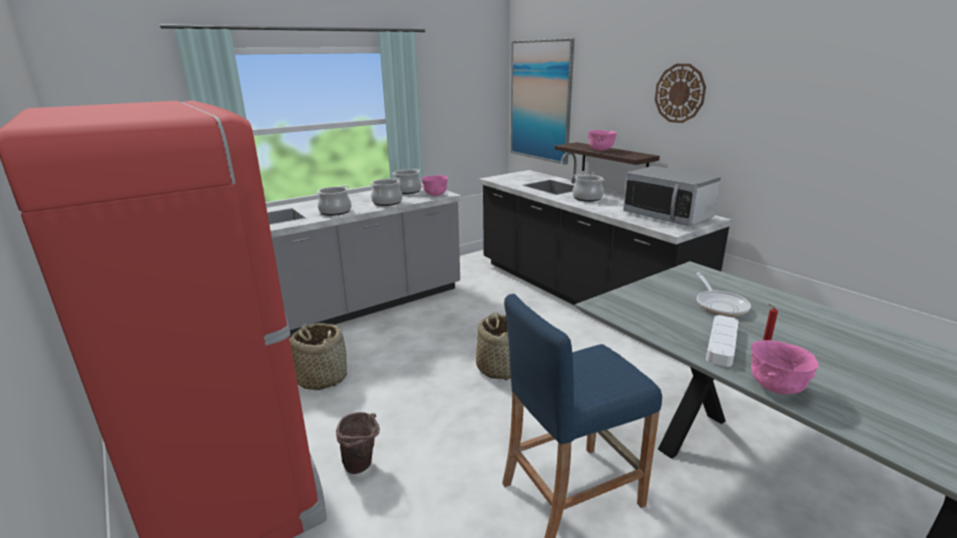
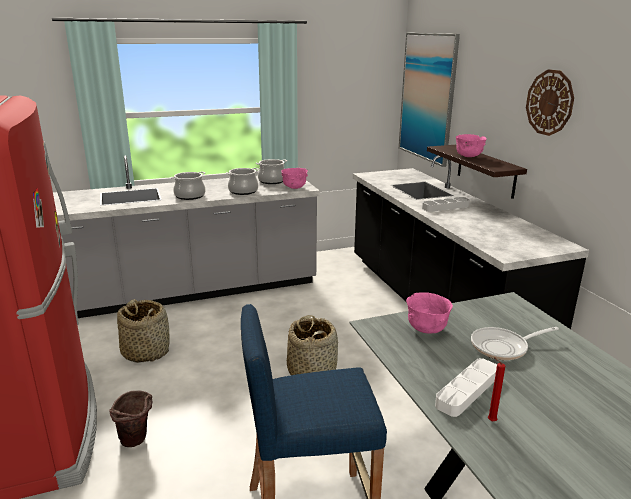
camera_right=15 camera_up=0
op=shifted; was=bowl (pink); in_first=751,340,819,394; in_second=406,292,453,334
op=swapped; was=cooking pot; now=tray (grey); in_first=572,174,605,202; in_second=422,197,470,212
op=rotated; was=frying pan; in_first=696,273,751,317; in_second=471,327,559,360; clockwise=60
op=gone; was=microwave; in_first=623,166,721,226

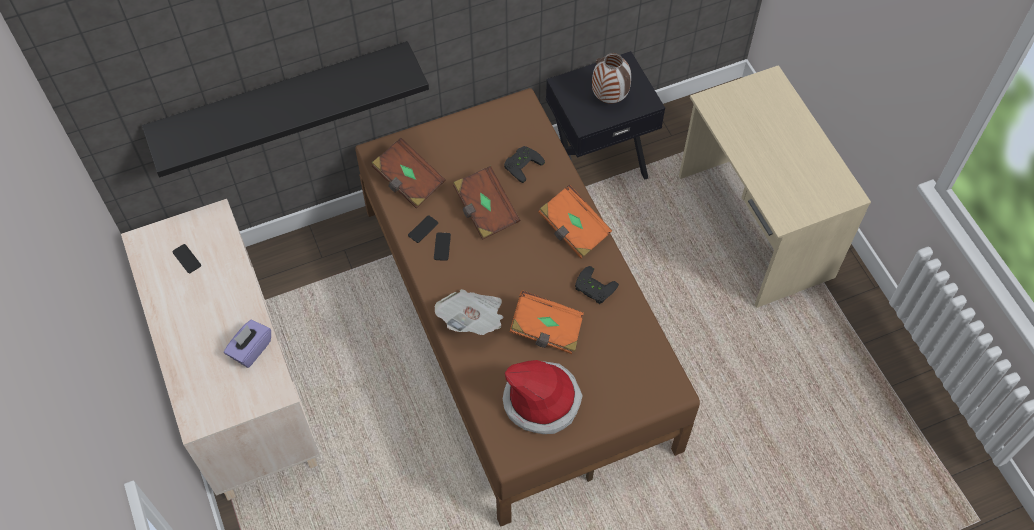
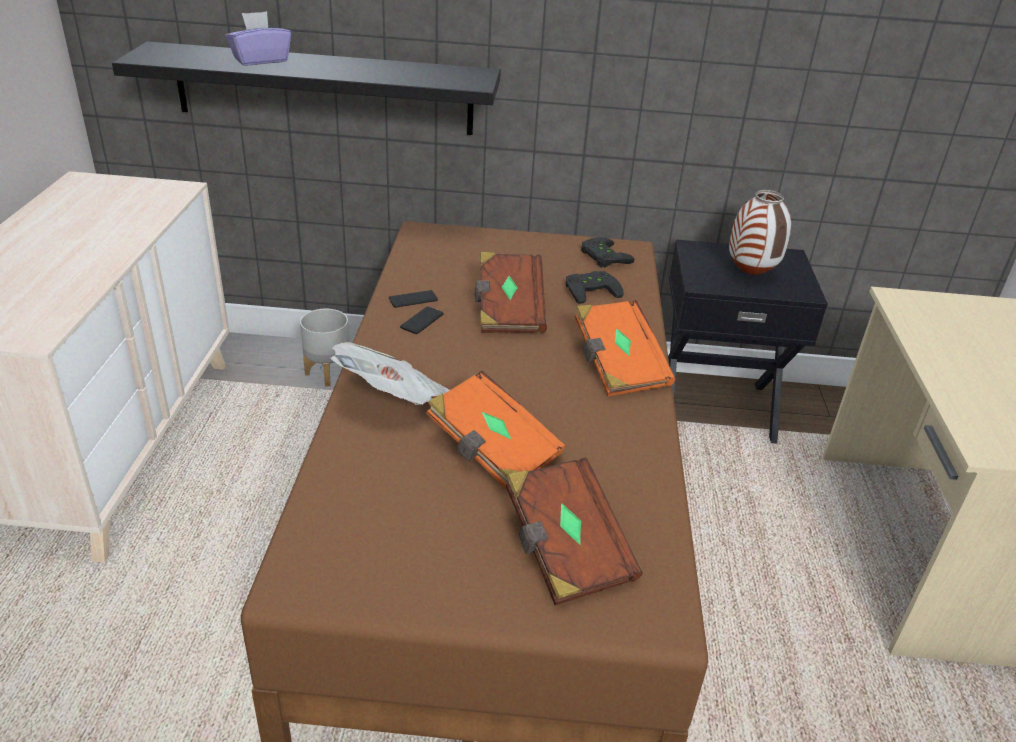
camera_right=25 camera_up=-25
op=shifted; was=tissue box (purple); in_first=224,320,271,368; in_second=226,11,292,65
op=new; now=planter (grey); in_second=300,309,349,387
op=shifted; was=book (brown); in_first=372,137,446,209; in_second=506,457,643,605
op=shifted; was=game controller (black); in_first=575,266,619,304; in_second=581,237,635,268
op=gone; was=phone; in_first=172,244,201,273
op=gone; was=hat; in_first=503,360,583,434

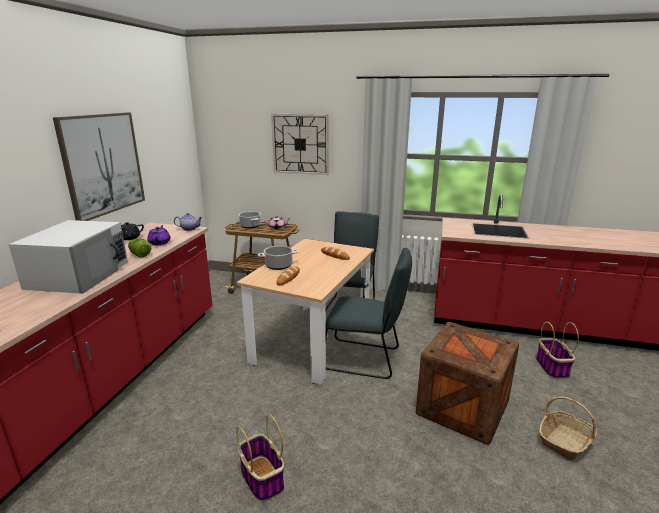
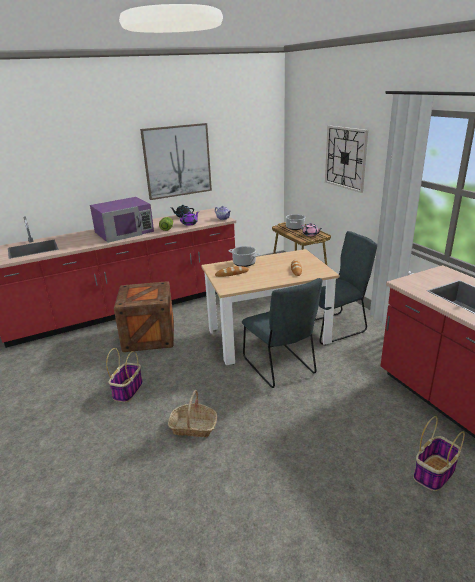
camera_right=50 camera_up=5
op=repainted; was=microwave (white); now=microwave (purple); in_first=8,220,128,294; in_second=90,197,154,243
op=shifted; was=crate; in_first=416,322,519,445; in_second=114,281,174,352
op=shifted; was=basket; in_first=539,396,597,461; in_second=168,390,217,437

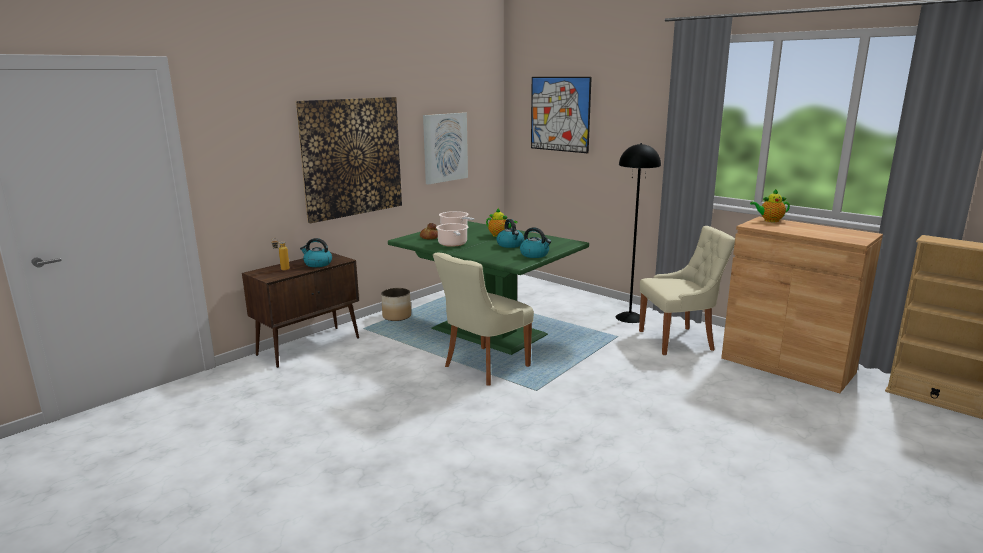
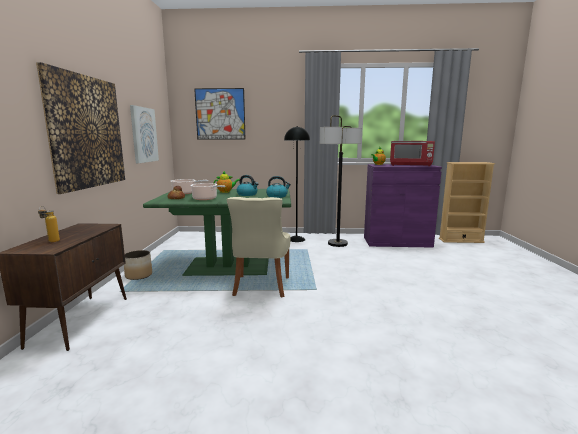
camera_right=-40 camera_up=-5
op=swapped; was=chair (beige); now=floor lamp; in_first=639,226,735,355; in_second=320,115,362,247
op=repainted; was=cabinet (brown); now=cabinet (purple); in_first=721,217,883,393; in_second=364,164,442,248
op=new; now=microwave (red); in_second=390,141,435,166
op=gone; was=kettle; in_first=300,238,332,267

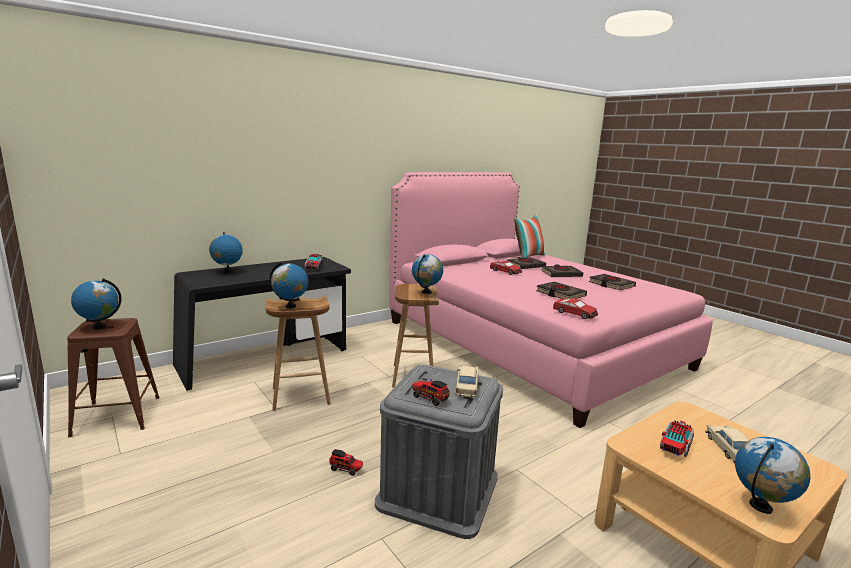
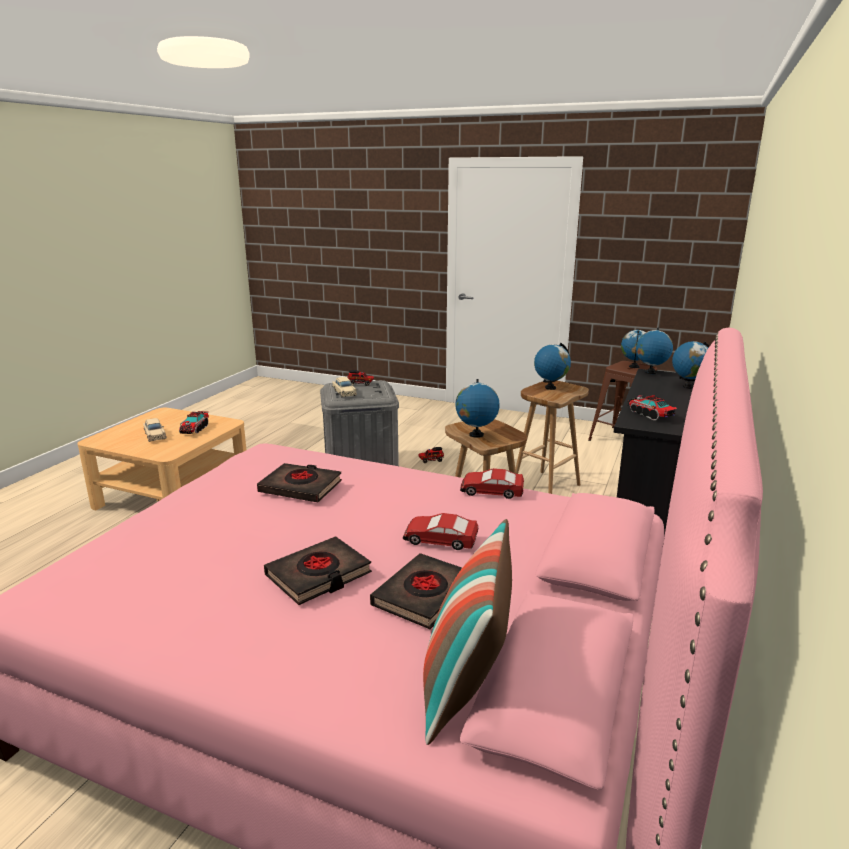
camera_right=150 camera_up=5
op=shifted; was=toy car; in_first=553,298,598,319; in_second=460,468,524,499
op=shifted; was=globe; in_first=735,437,811,514; in_second=636,327,673,374
op=gone; was=book (black); in_first=589,274,636,290

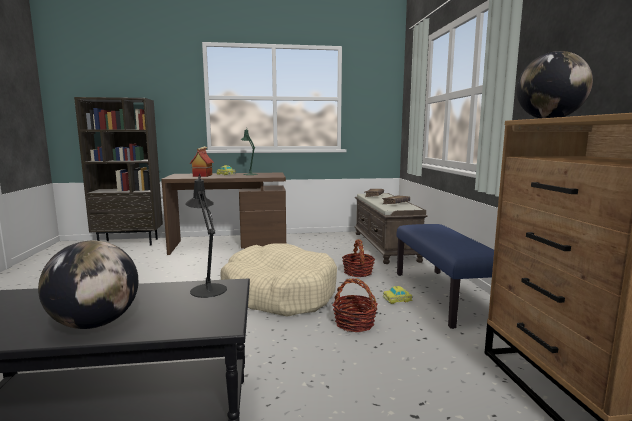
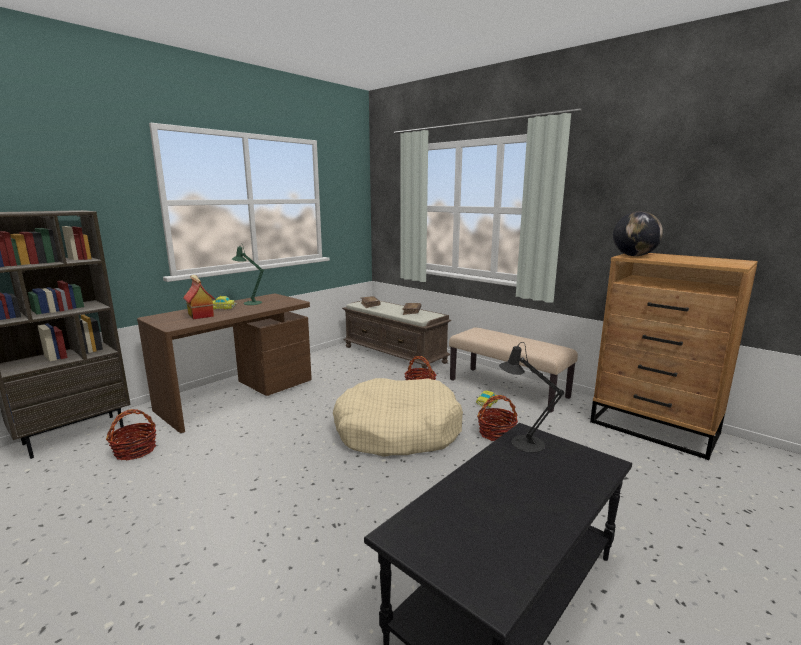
camera_right=-40 camera_up=5
op=new; now=basket; in_second=106,409,157,460
op=repainted; was=bench (blue); now=bench (beige); in_first=397,224,494,329; in_second=449,327,578,413
op=gone; was=globe; in_first=38,241,138,329

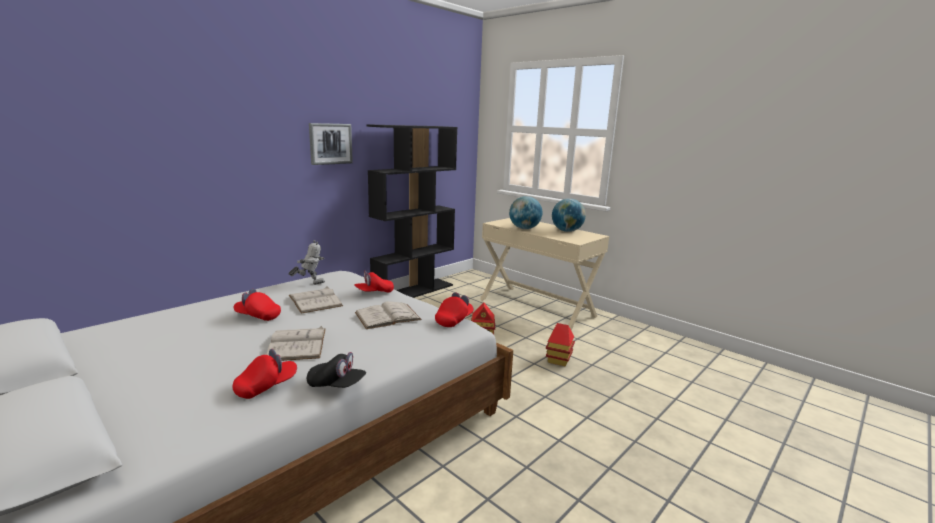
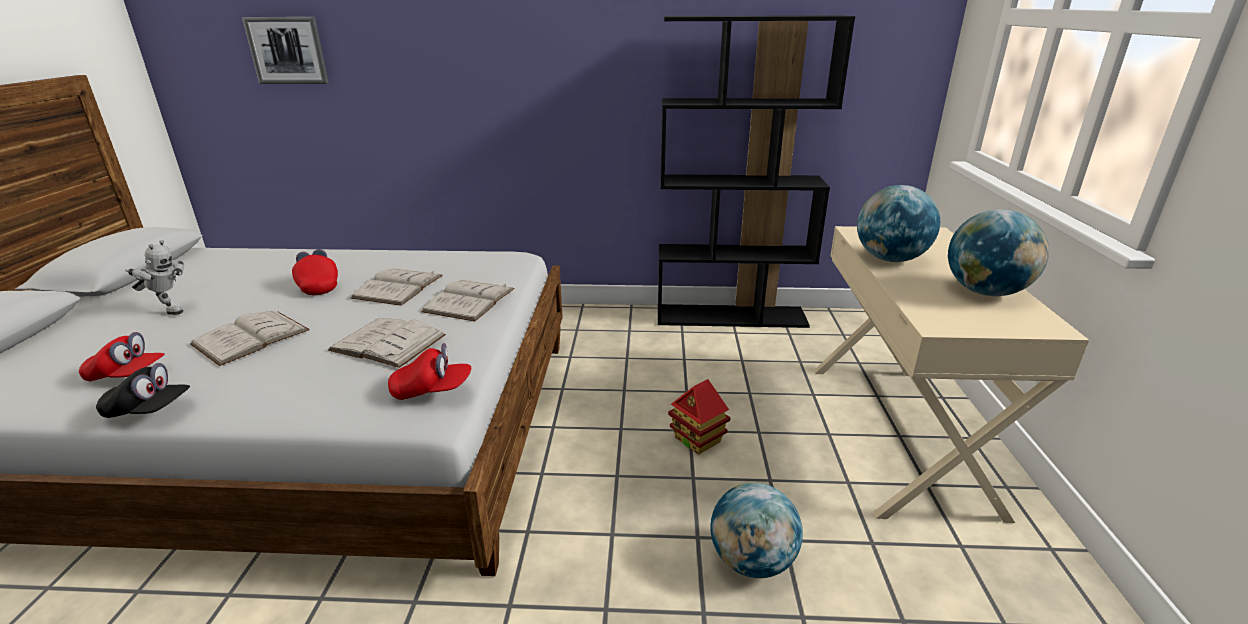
camera_right=50 camera_up=10
op=rotated; was=cap (black); in_first=307,352,366,388; in_second=96,363,190,418; clockwise=-60
op=shifted; was=toy robot; in_first=289,240,325,285; in_second=125,240,184,315
op=shifted; was=picture; in_first=309,123,353,165; in_second=242,17,329,84
op=swapped; was=cap (red); now=book (white); in_first=354,271,394,293; in_second=421,280,515,321
op=swapped; was=toy house; now=globe; in_first=546,323,575,367; in_second=710,483,803,578

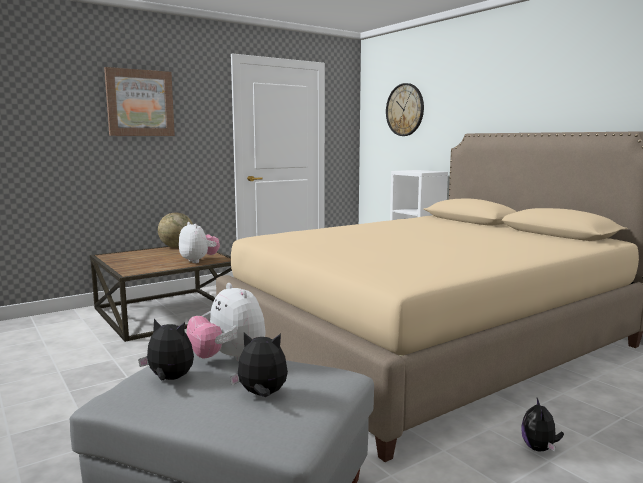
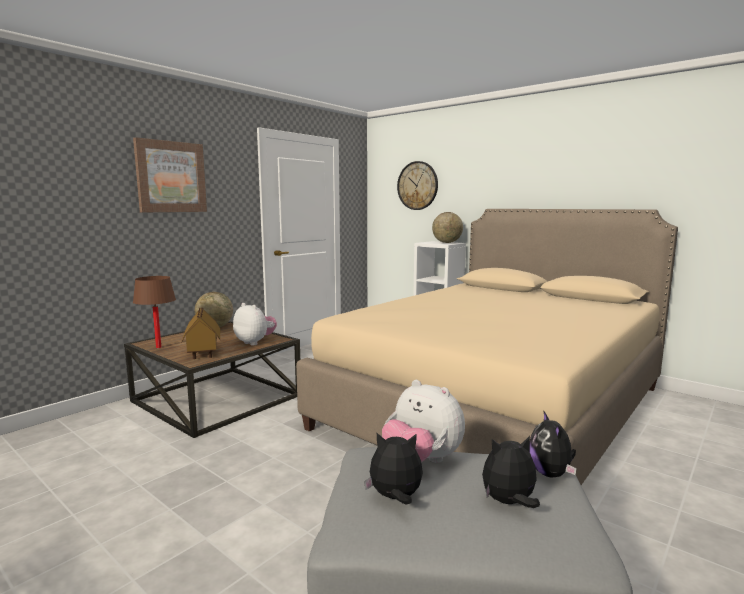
camera_right=-15 camera_up=0
op=new; now=table lamp (brown); in_second=133,276,176,348
op=new; now=toy house; in_second=181,307,220,359
op=new; now=globe; in_second=432,212,463,243
op=shifted; was=plush toy; in_first=521,398,564,451; in_second=530,410,577,477

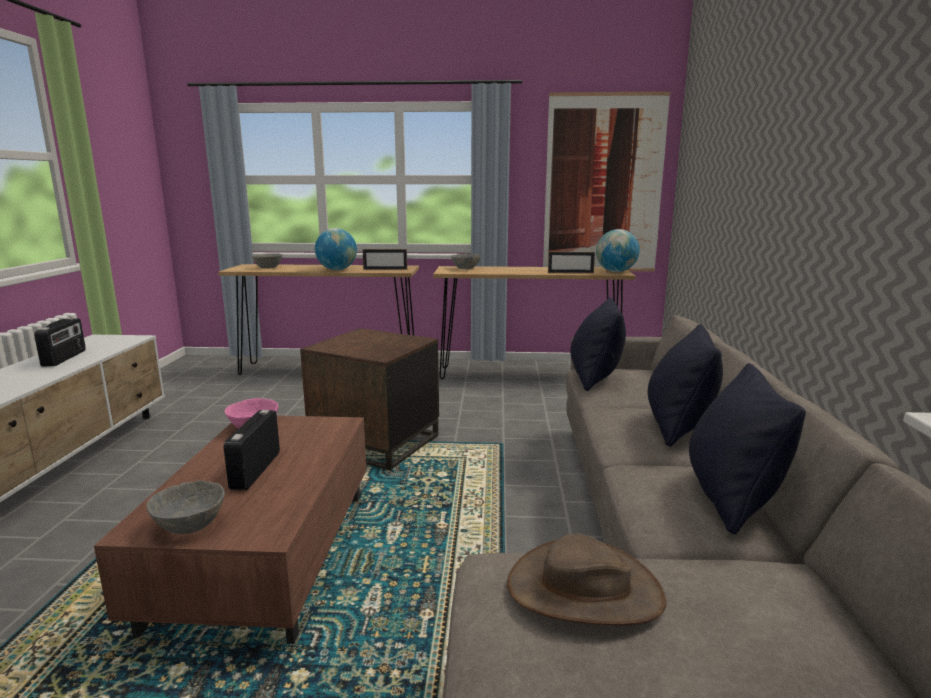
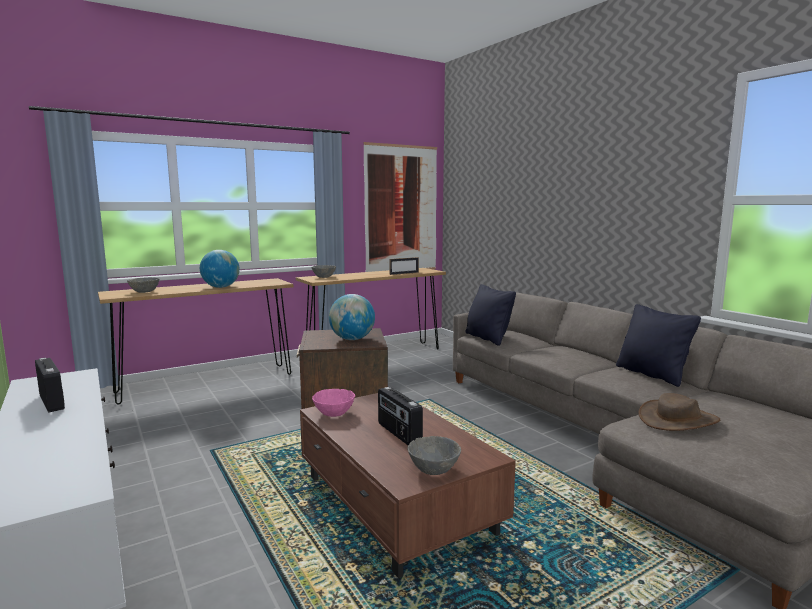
camera_right=-35 camera_up=-5
op=shifted; was=globe; in_first=596,229,640,272; in_second=329,294,375,340
op=gone; was=picture frame; in_first=362,249,407,270
op=gone; was=pillow (black); in_first=648,324,723,447

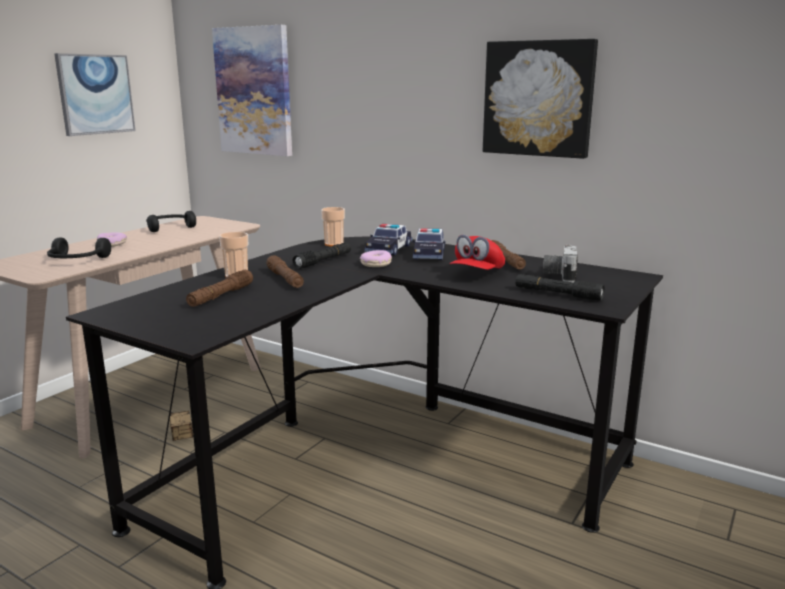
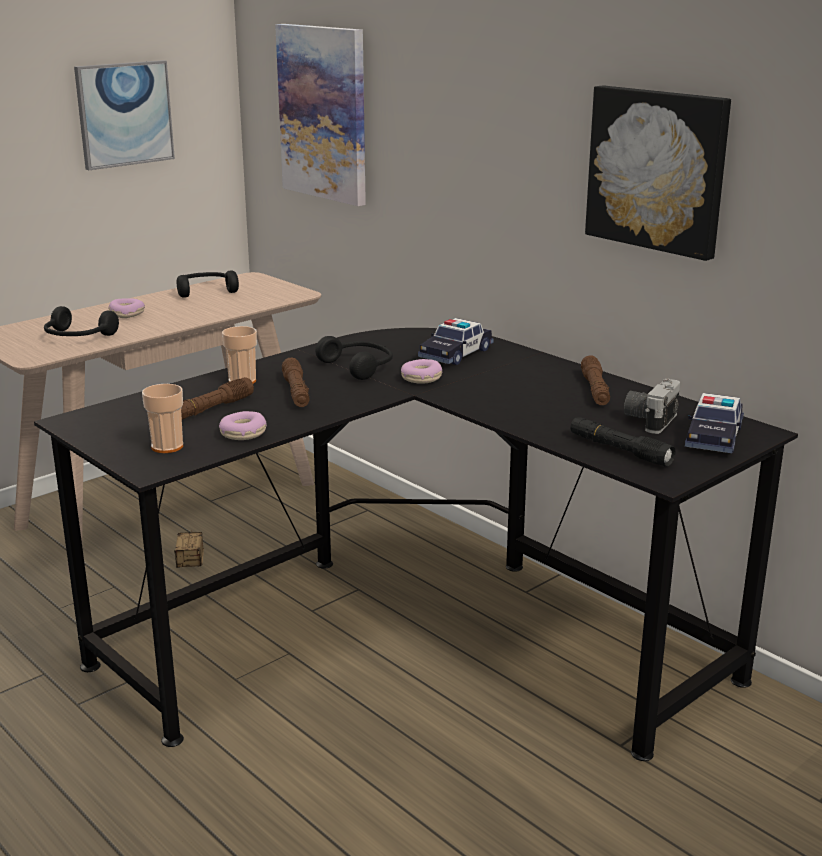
camera_right=15 camera_up=5
op=shifted; was=cup; in_first=321,207,345,247; in_second=142,384,183,453
op=new; now=donut; in_second=219,411,267,440
op=swapped; was=flashlight (black); now=headphones (black); in_first=293,242,351,269; in_second=315,336,393,380
op=shifted; was=toy car; in_first=413,228,446,260; in_second=685,393,744,453
op=gone; was=cap (red); in_first=449,234,505,270

